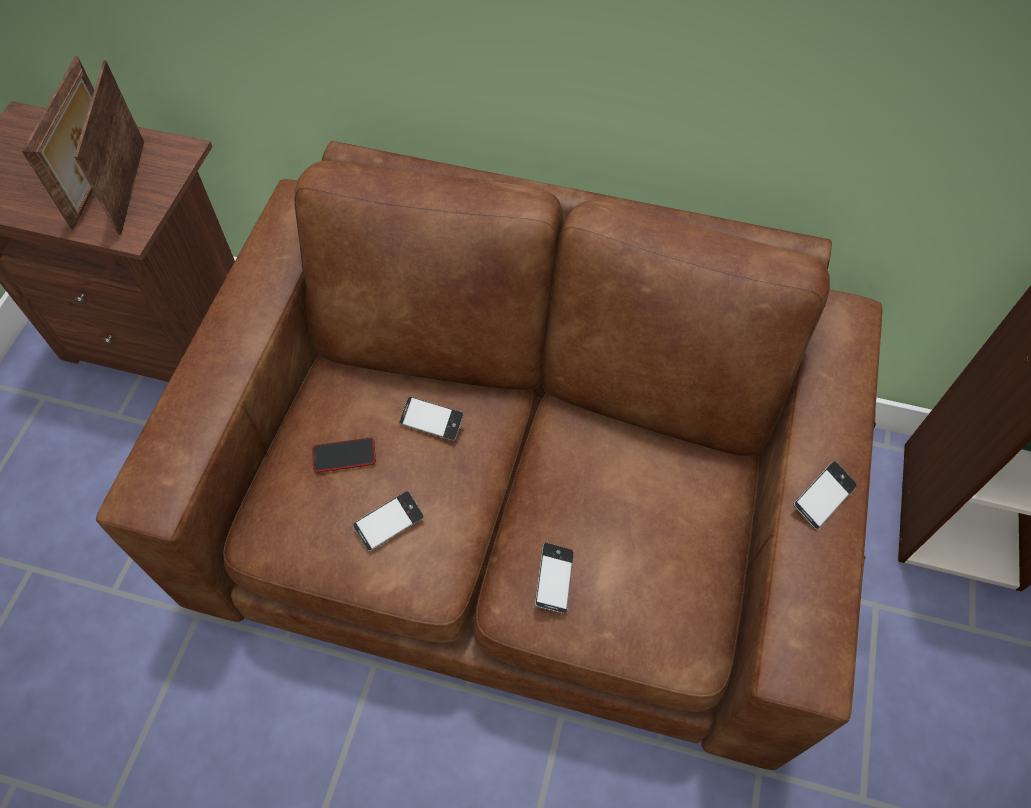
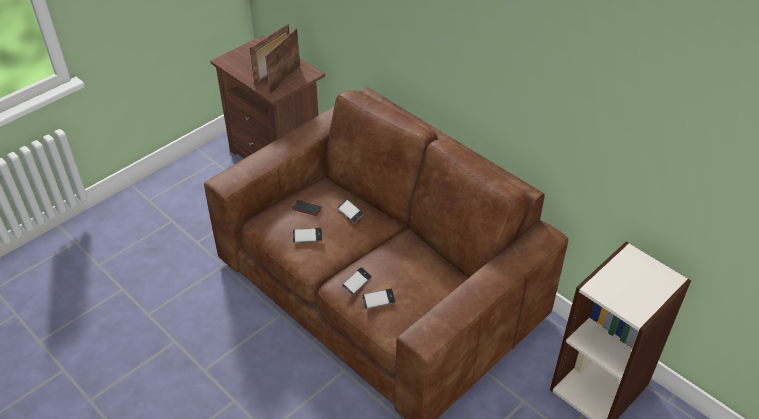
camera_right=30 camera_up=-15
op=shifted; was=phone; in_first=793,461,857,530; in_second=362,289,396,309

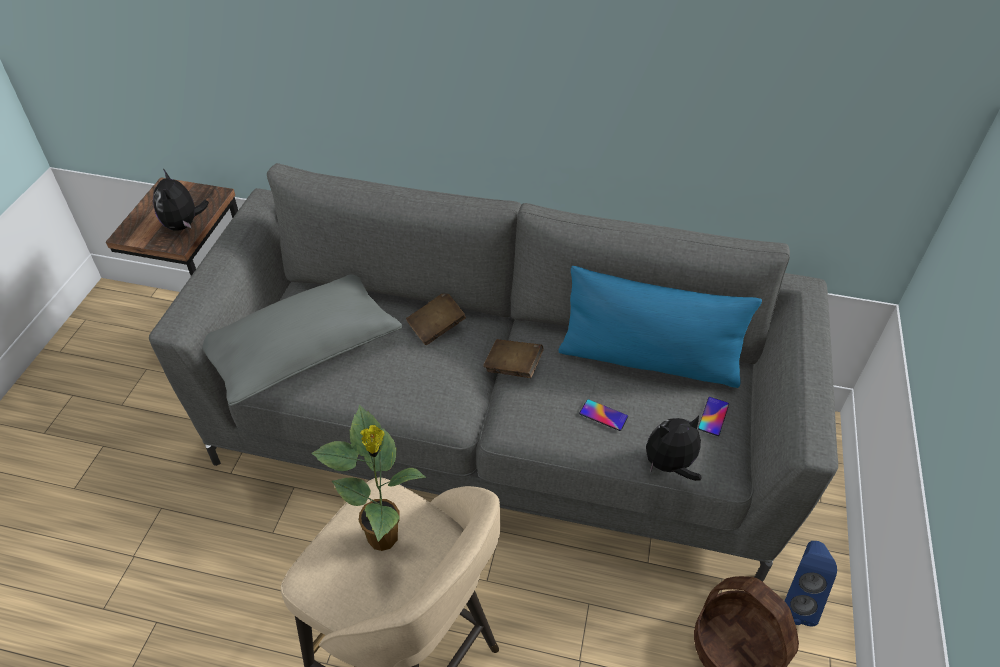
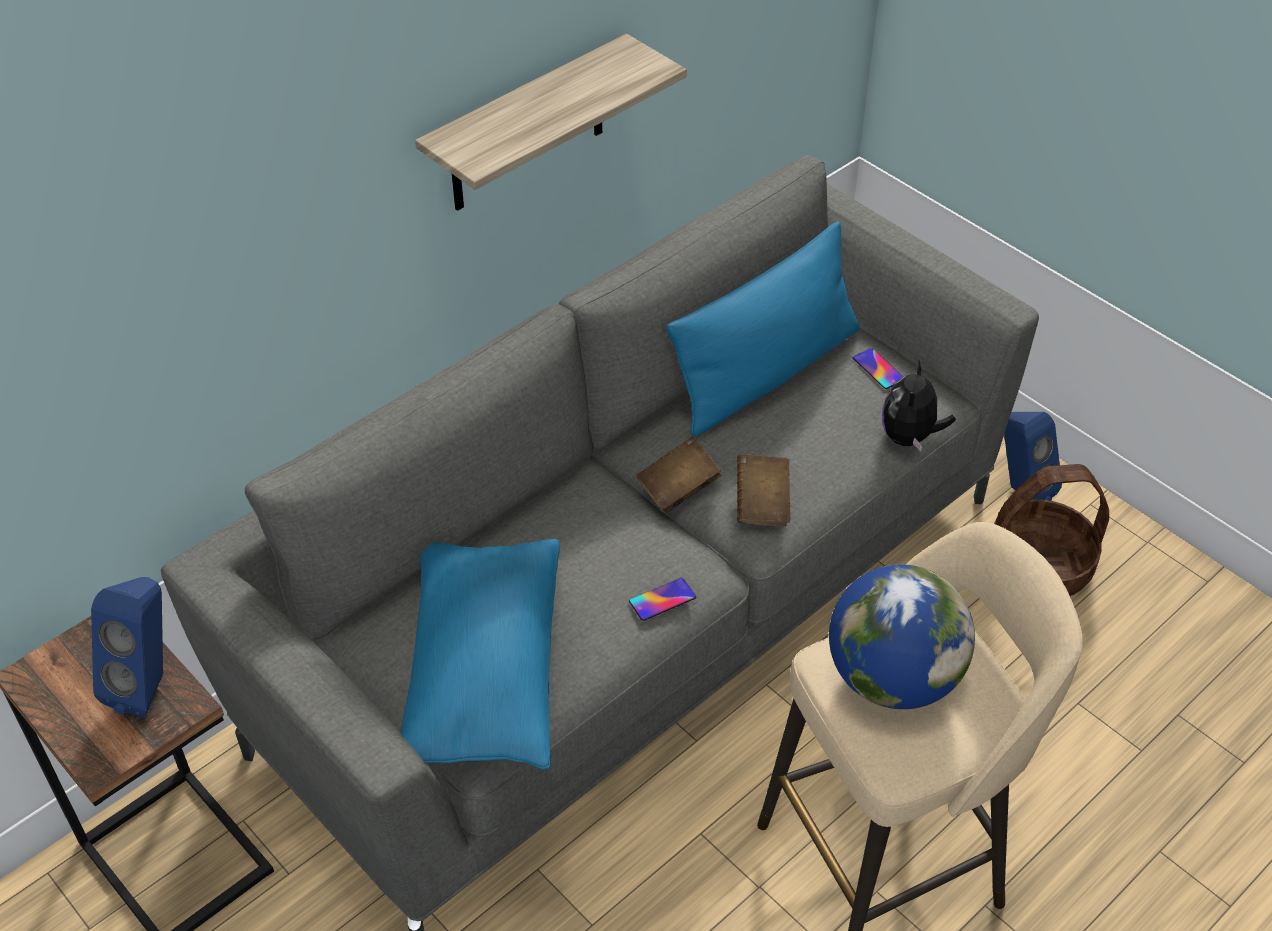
camera_right=-55 camera_up=0
op=swapped; was=plush toy; now=speaker (blue); in_first=153,169,209,231; in_second=91,577,163,717
op=repainted; was=pillow (grey); now=pillow (blue); in_first=203,274,403,406; in_second=400,539,560,769
op=new; now=shelf; in_second=415,34,687,211
op=shifted; was=phone; in_first=579,399,628,431; in_second=629,578,696,621
op=shifted; was=book (brown); in_first=406,294,466,345; in_second=737,454,791,527
op=swapped; was=potted plant; now=globe; in_first=311,405,427,551; in_second=829,564,975,709

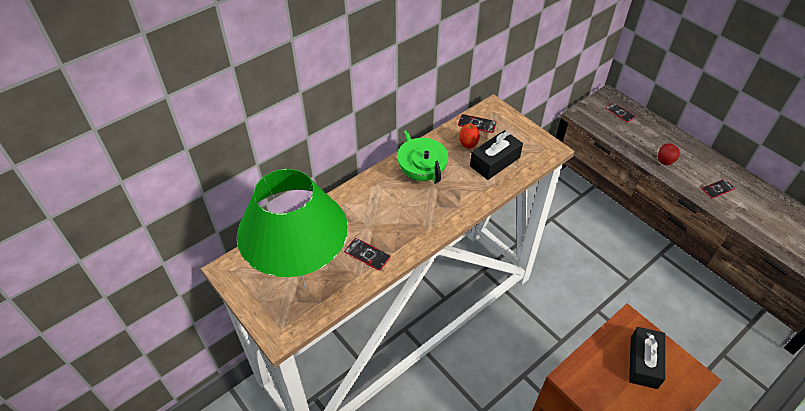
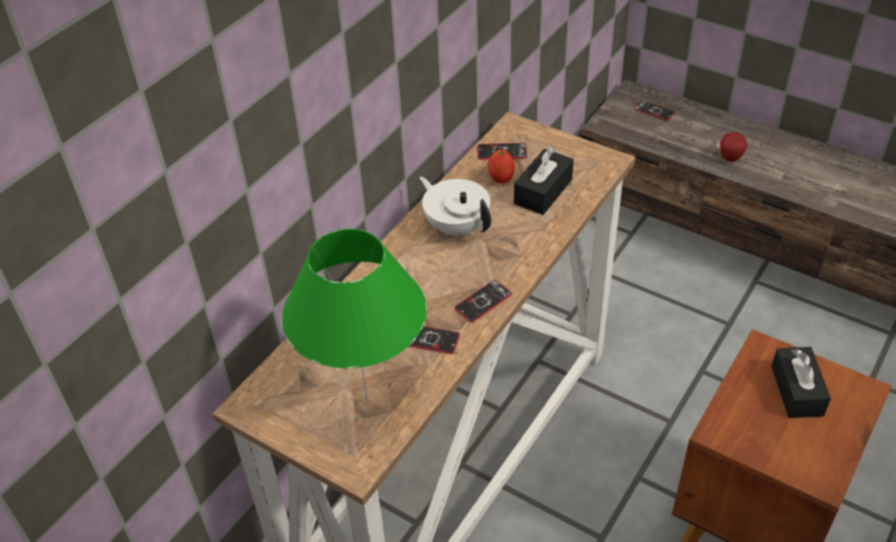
camera_right=-15 camera_up=-5
op=repainted; was=teapot (green); now=teapot (white); in_first=397,131,448,184; in_second=420,176,491,235
op=shifted; was=phone; in_first=702,179,735,199; in_second=454,280,512,322

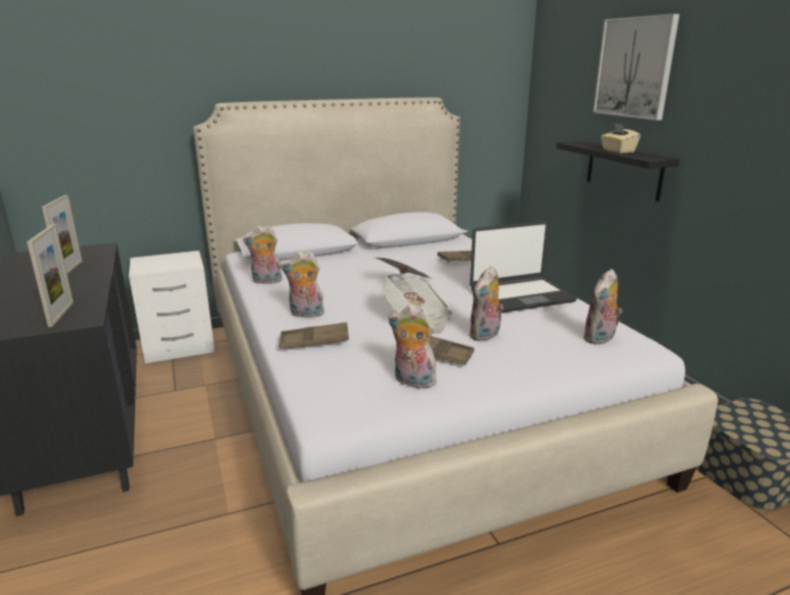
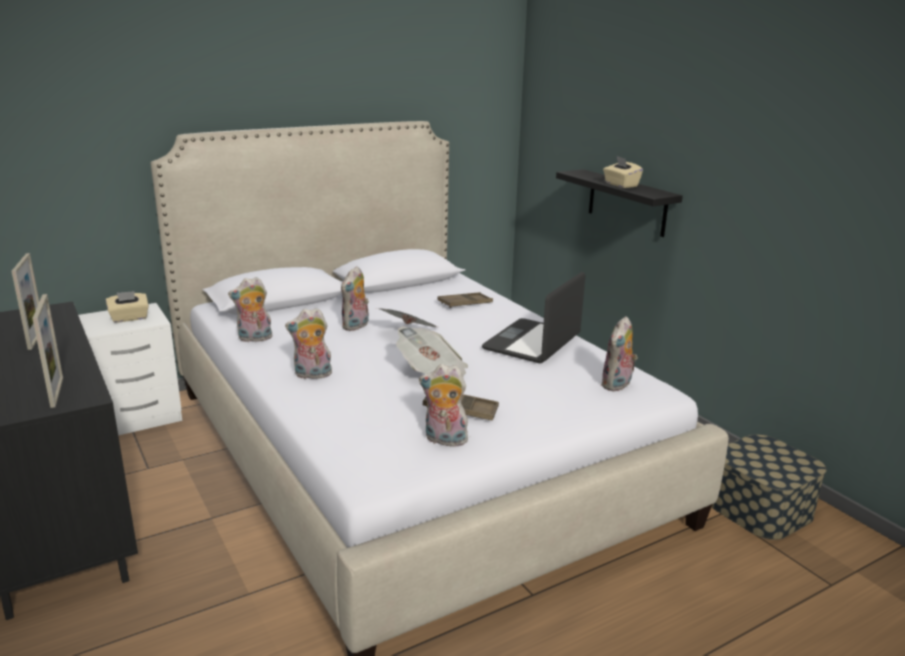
camera_right=-10 camera_up=0
op=new; now=tissue box (beige); in_second=106,291,149,323
op=shifted; was=plush toy; in_first=469,266,504,342; in_second=341,266,369,331
op=rotated; was=laptop; in_first=470,221,577,313; in_second=482,272,585,363; clockwise=150
op=gone; was=tray (brown); in_first=279,322,349,349
op=gone; was=picture; in_first=593,14,680,120

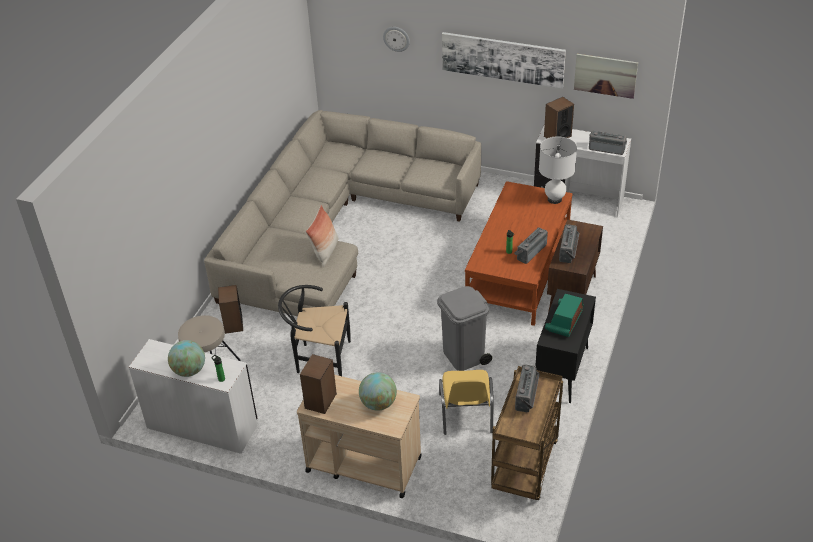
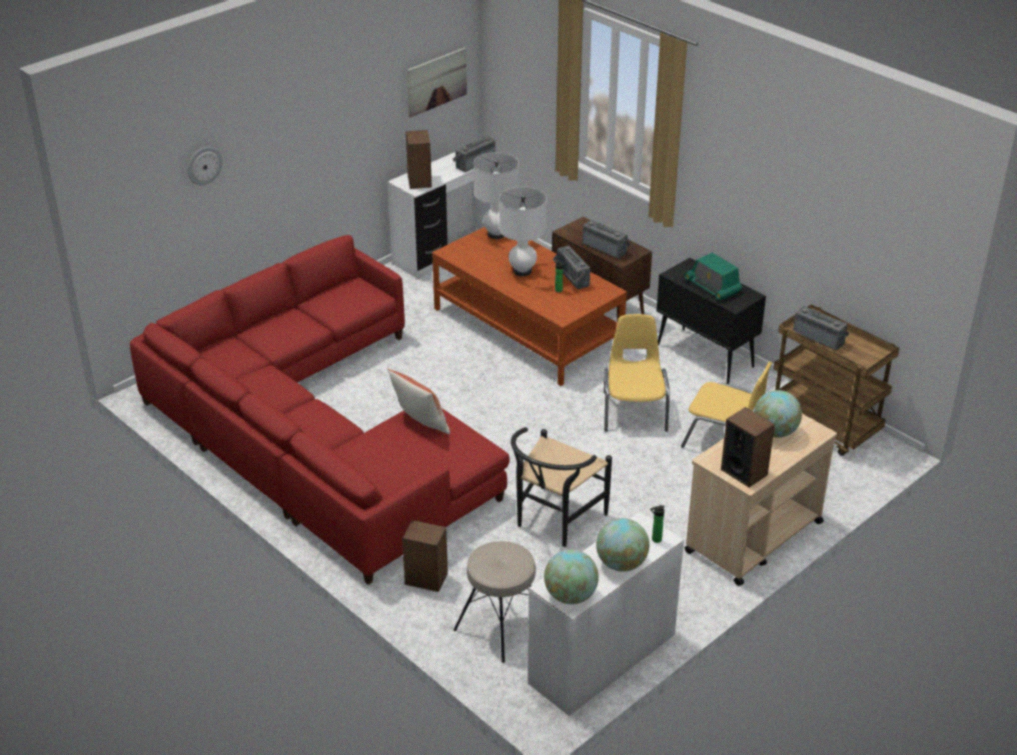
camera_right=-65 camera_up=-5
op=repainted; was=sofa (beige); now=sofa (red); in_first=204,110,481,316; in_second=130,235,510,585
op=new; now=table lamp (white); in_second=499,186,547,276
op=new; now=globe; in_second=544,549,599,604
op=swapped; was=trash can (grey); now=chair (yellow); in_first=437,286,492,371; in_second=604,314,670,432
op=gone; was=picture; in_first=442,32,566,88

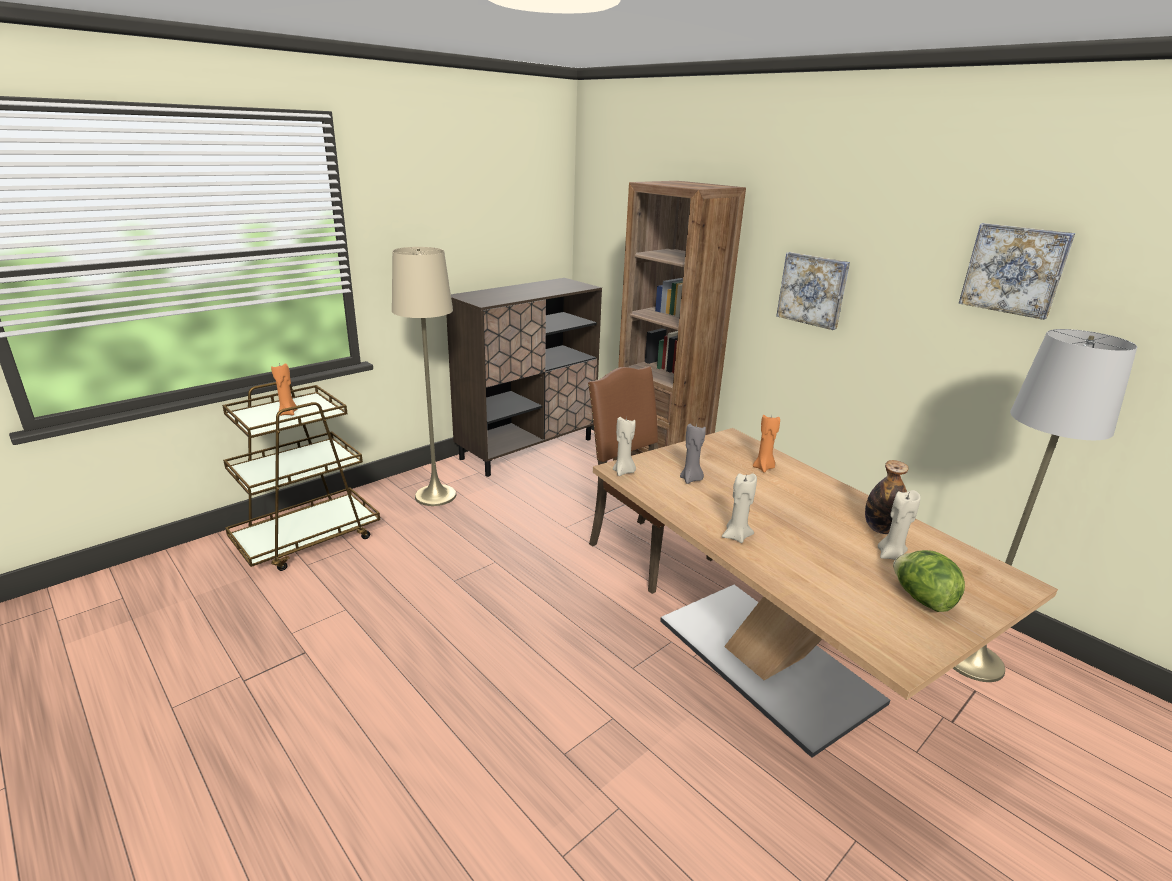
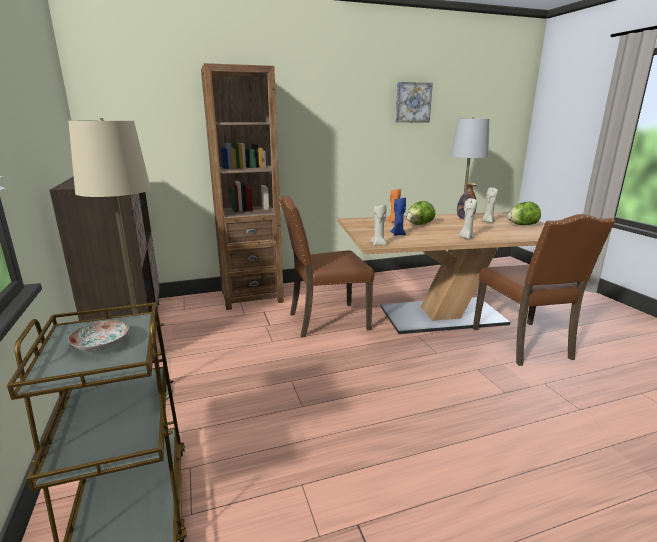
camera_right=-65 camera_up=-5
op=swapped; was=candle (orange); now=plate; in_first=271,363,297,416; in_second=68,320,129,351
op=repainted; was=candle (grey); now=candle (blue); in_first=680,424,706,484; in_second=390,198,406,236
op=new; now=lettuce; in_second=407,201,435,225
op=new; now=chair (brown); in_second=473,214,615,366
op=gone; was=picture; in_first=776,252,850,330

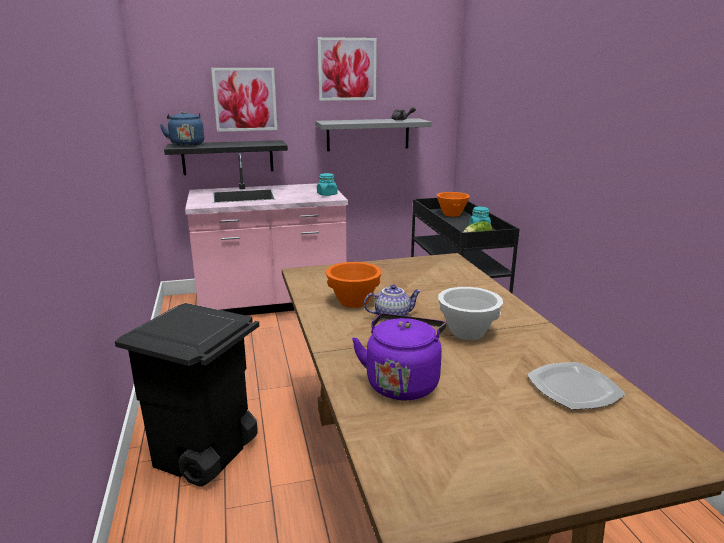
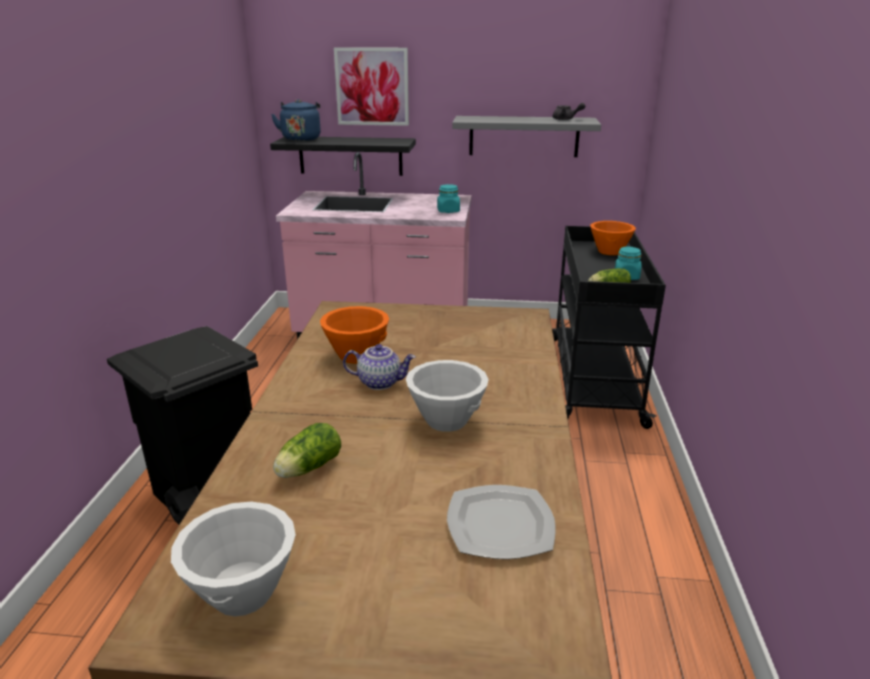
camera_right=20 camera_up=5
op=new; now=bowl (white); in_second=171,501,296,616
op=swapped; was=kettle (purple); now=lettuce; in_first=352,314,446,400; in_second=273,423,341,478
op=gone; was=picture; in_first=317,37,377,101

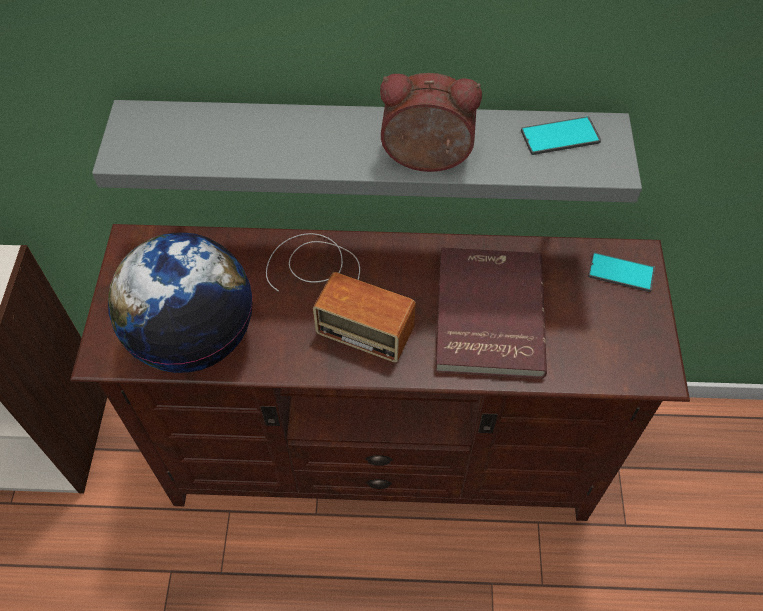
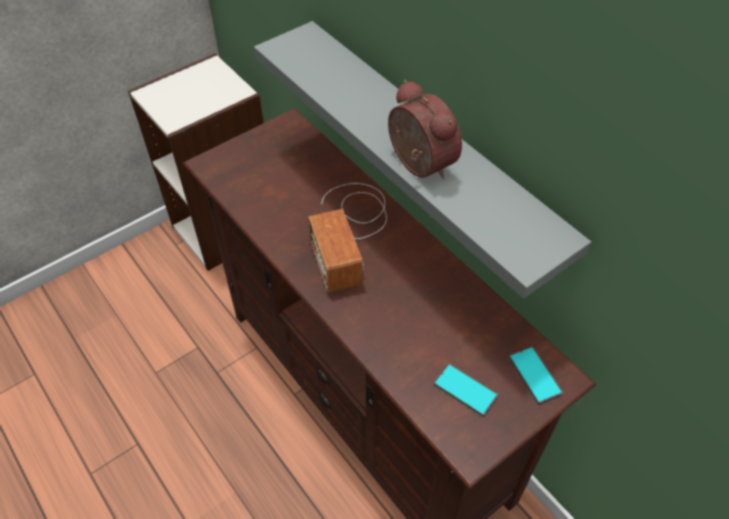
camera_right=50 camera_up=-5
op=shifted; was=phone; in_first=521,116,601,155; in_second=434,364,499,417
op=gone; was=globe; in_first=108,232,253,373
op=gone; was=book (red); in_first=436,247,547,379

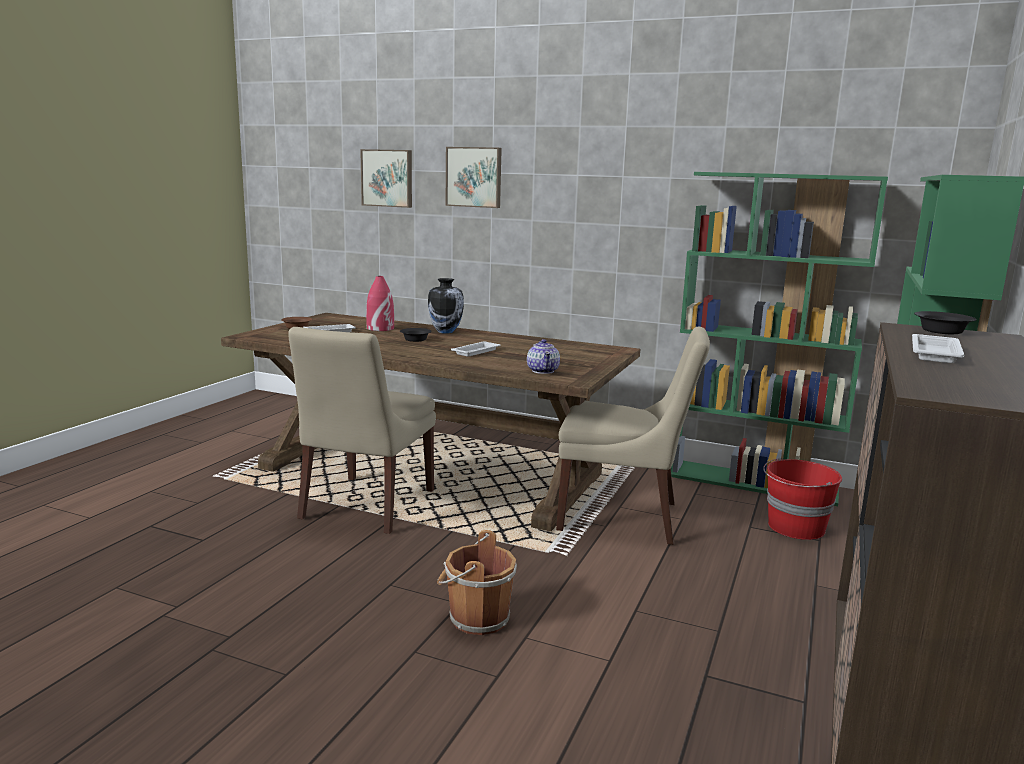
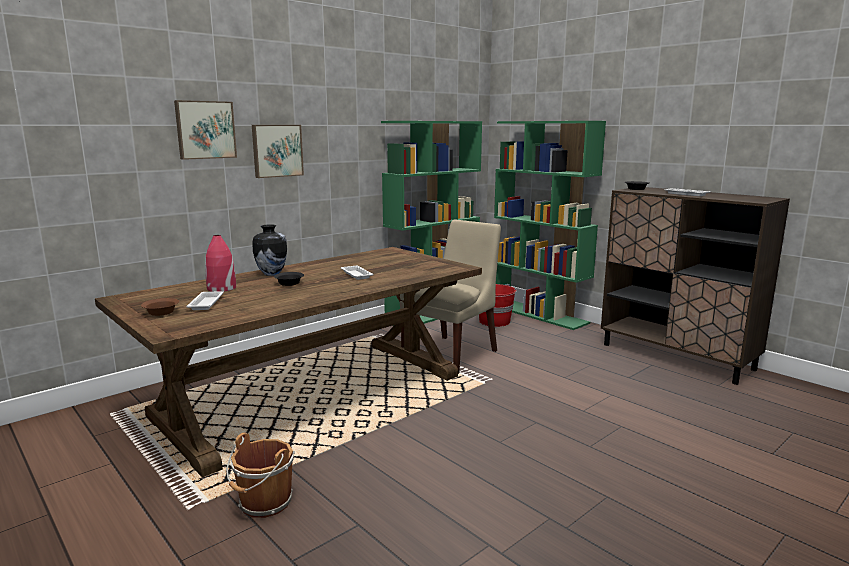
camera_right=-65 camera_up=0
op=shifted; was=bucket (brown); in_first=437,530,517,635; in_second=226,433,295,518
op=shifted; was=picture; in_first=360,149,412,208; in_second=252,125,304,178
op=gone; was=chair (beige); in_first=288,327,436,534
op=gone; was=teapot; in_first=527,339,560,374

